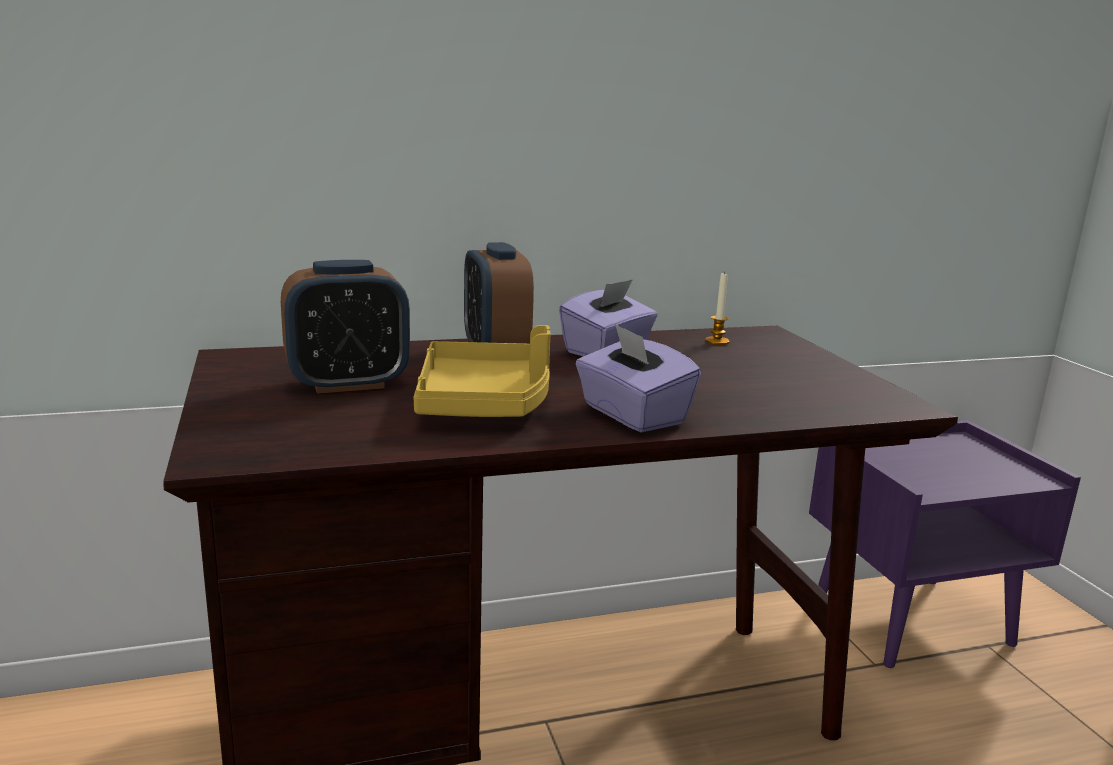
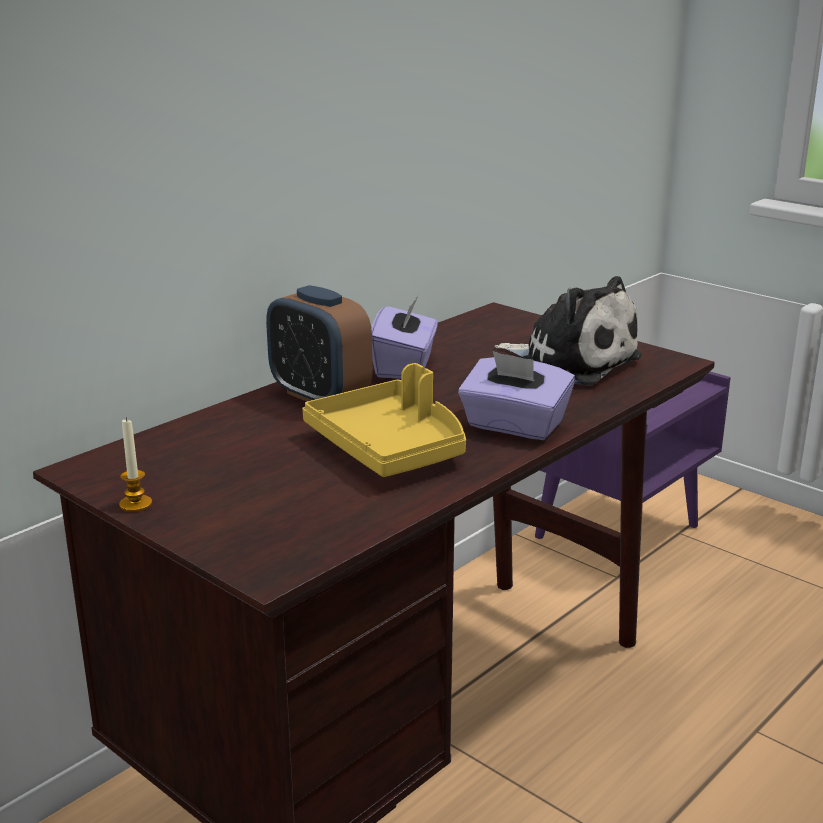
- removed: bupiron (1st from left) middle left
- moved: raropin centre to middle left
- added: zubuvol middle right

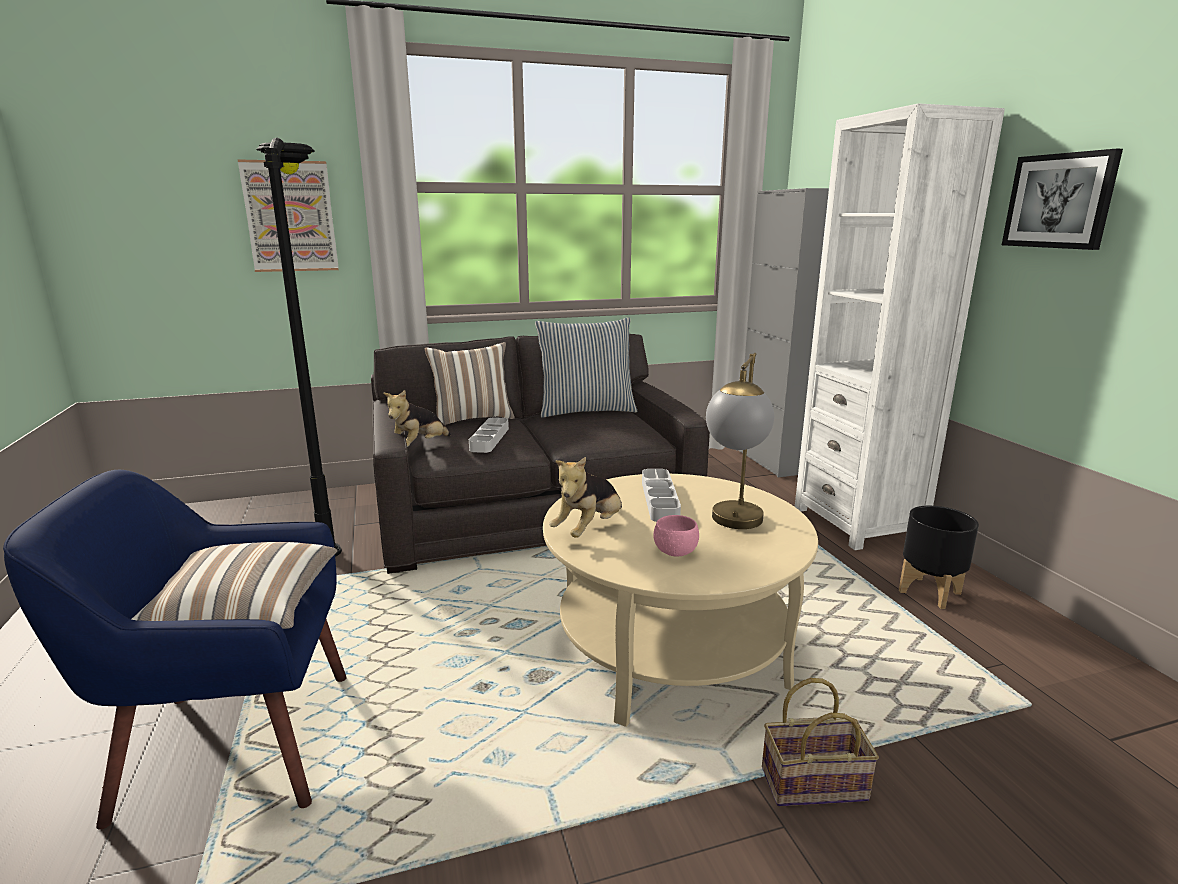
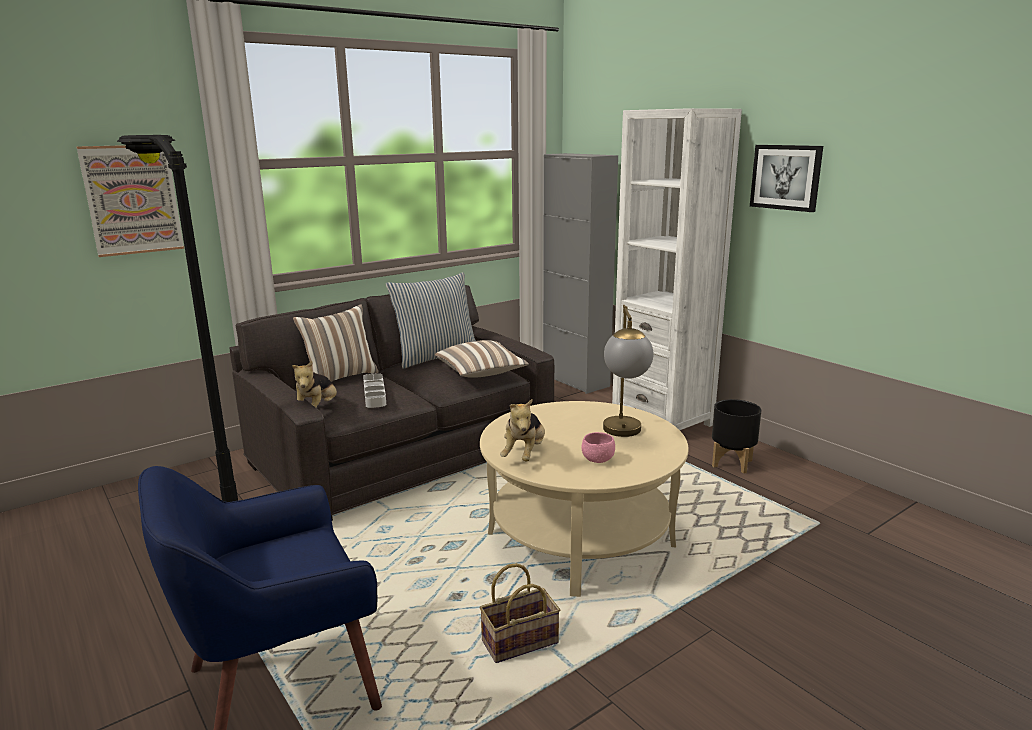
- moved: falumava (1st from left in the first image) middle left to falumava (3rd from left) centre
- removed: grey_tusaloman (2nd from left) centre
- moved: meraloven bottom right to bottom centre

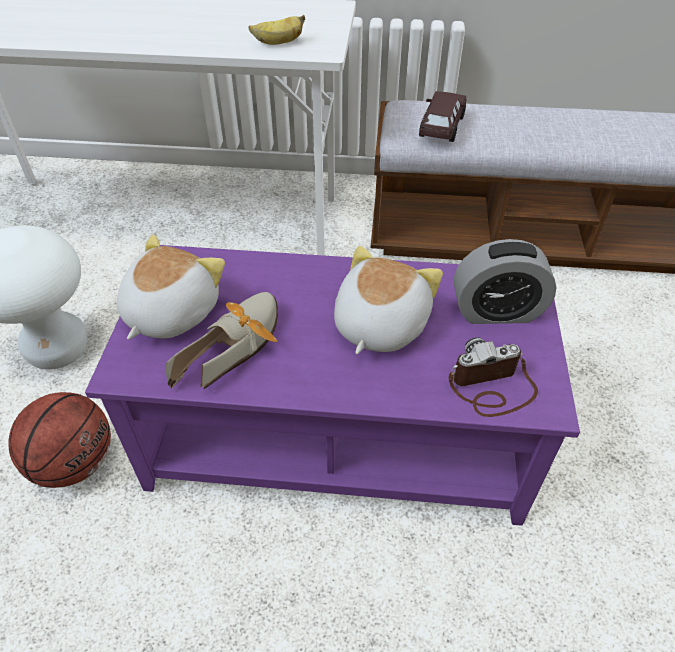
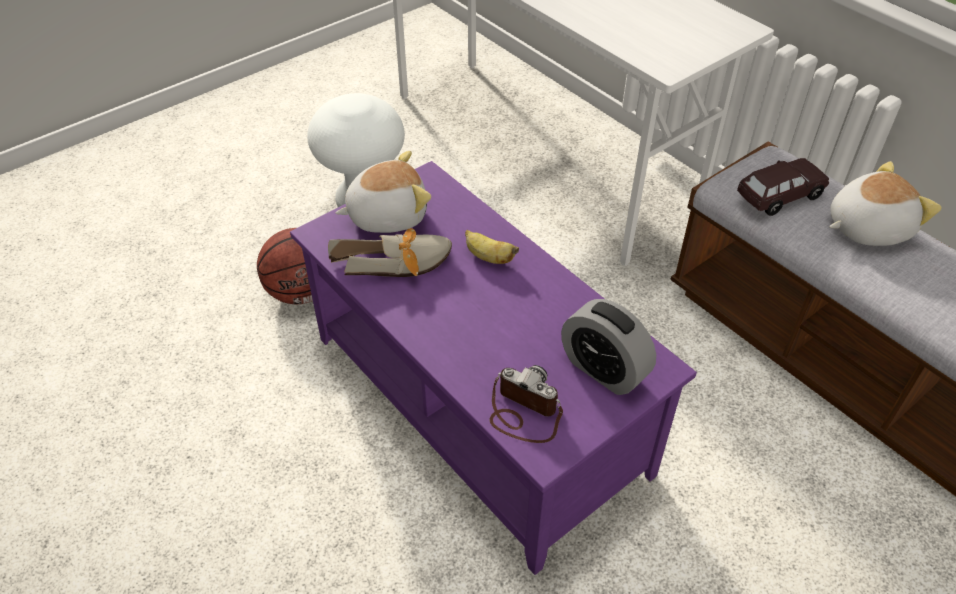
- moved: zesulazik top centre to centre
- moved: zubuvol (2nd from left) centre to middle right

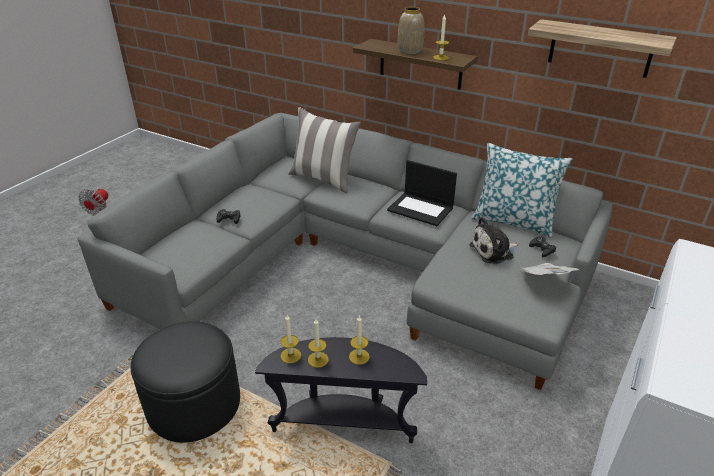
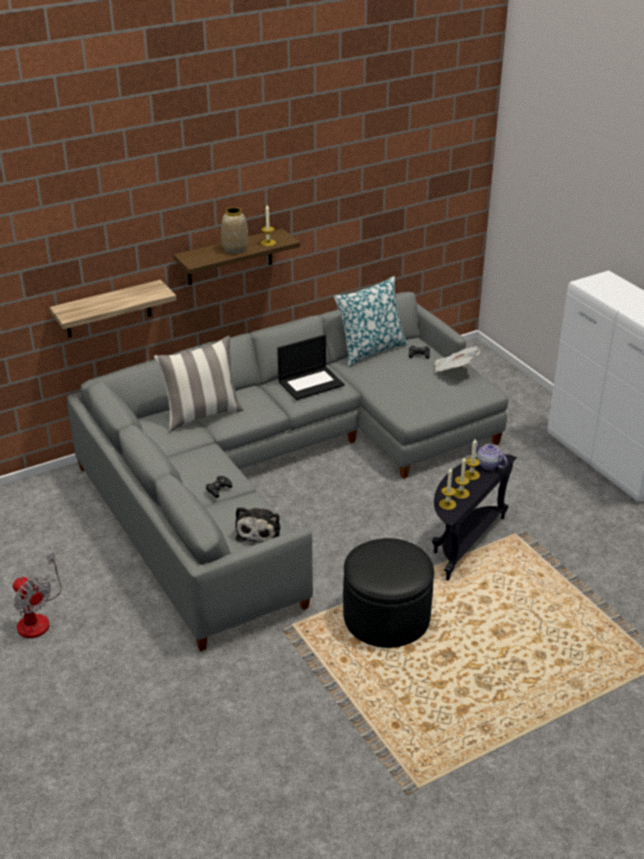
- moved: zubuvol middle right to centre
- moved: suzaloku (2nd from left in the first image) top right to suzaloku (1st from left) middle left
- added: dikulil middle right

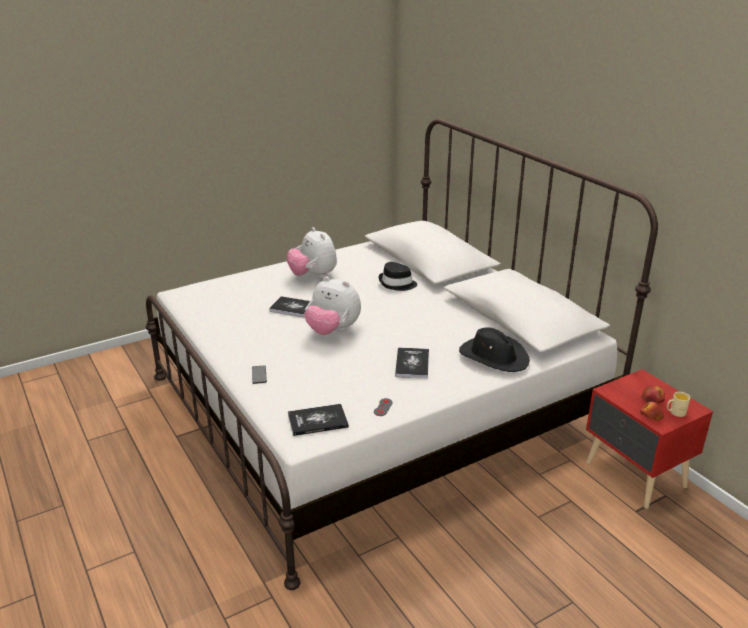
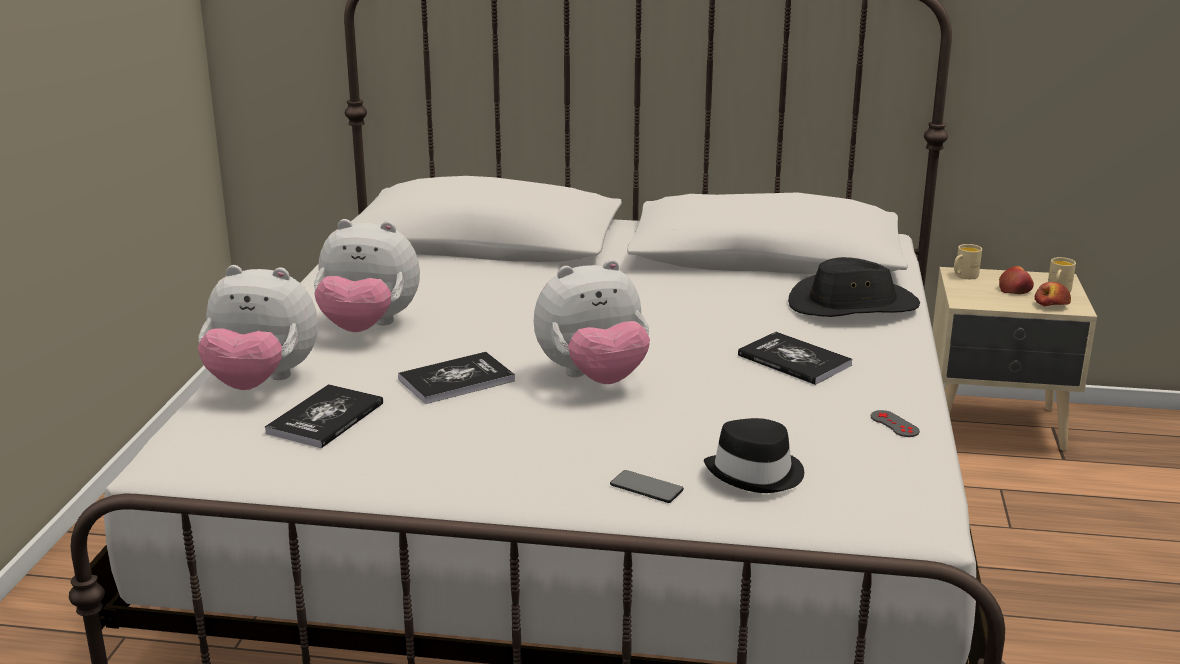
- moved: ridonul (2nd from left in the first image) bottom centre to ridonul (1st from left) middle left
- moved: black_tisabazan (1st from left) centre to bottom centre
- recoloured: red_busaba bottom right to beige_busaba middle right
- added: zubuvol (1st from left) middle left
- added: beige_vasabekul (1st from left) middle right

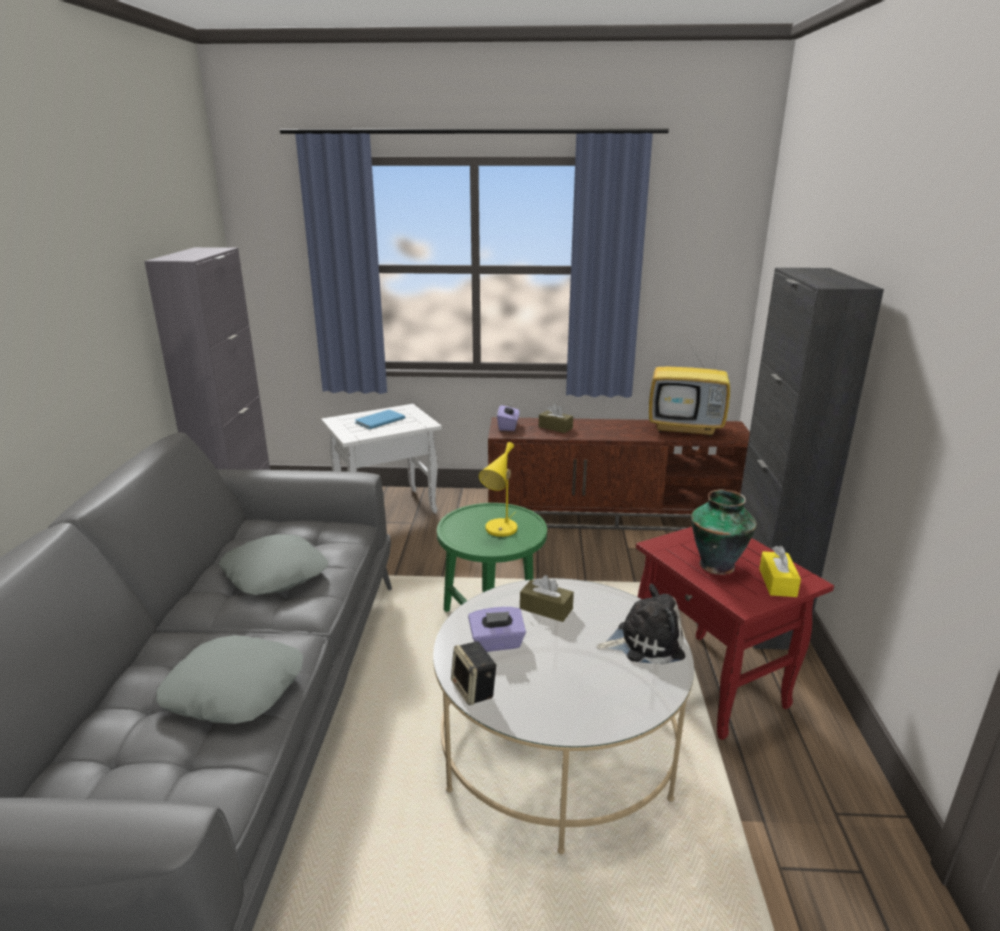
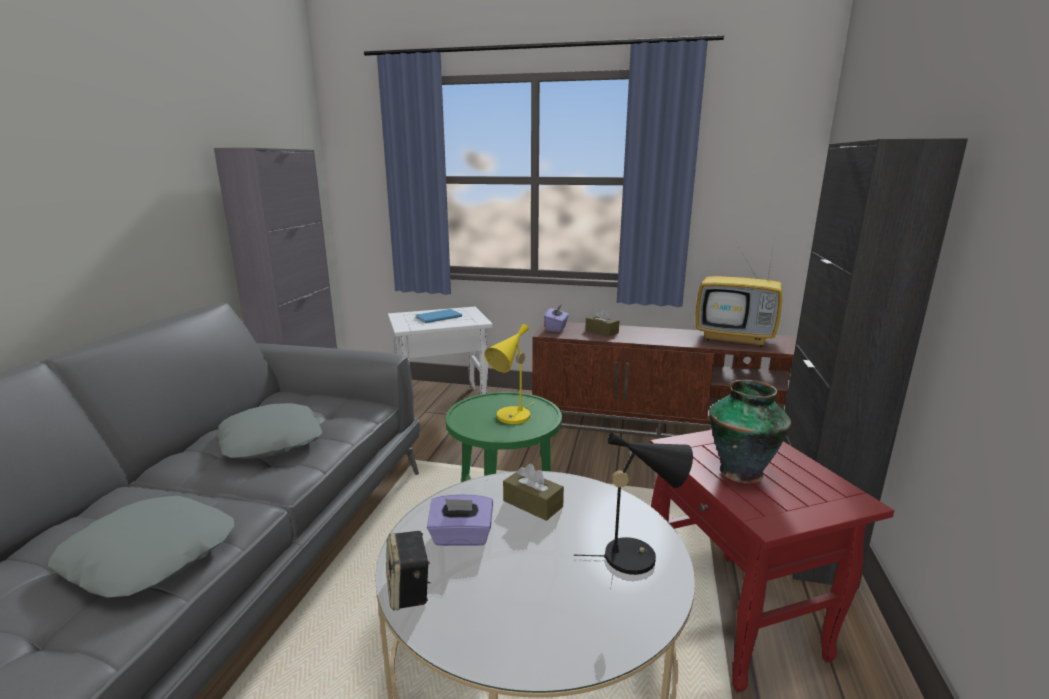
- replaced: zubuvol bottom centre to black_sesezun bottom centre
- removed: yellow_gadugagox middle right

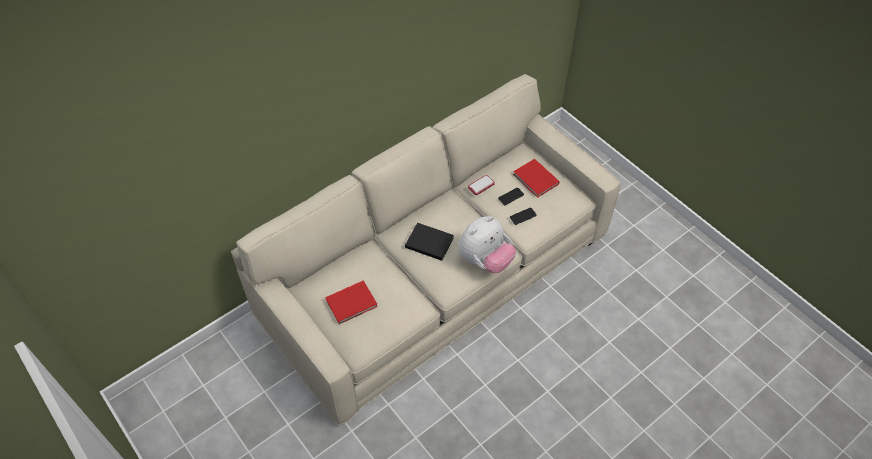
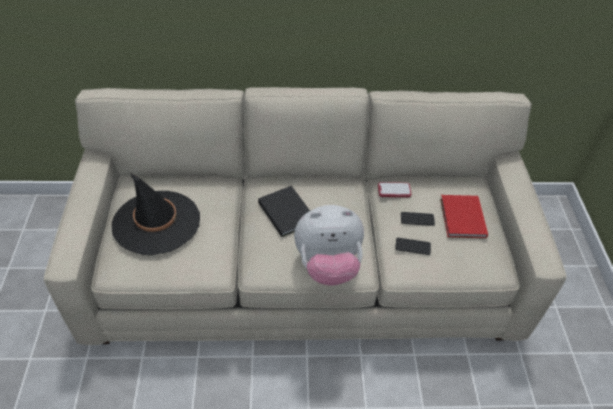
- replaced: red_ridonul (1st from left) centre to black_tisabazan middle left

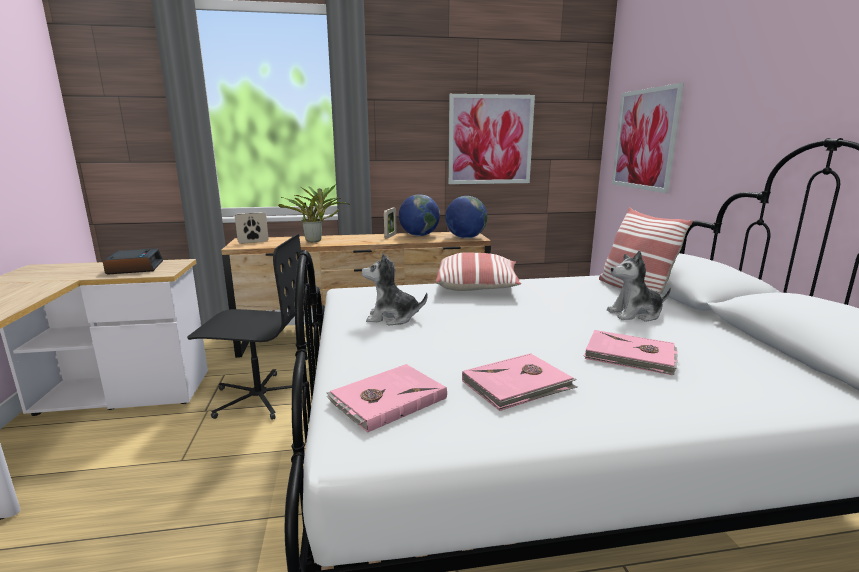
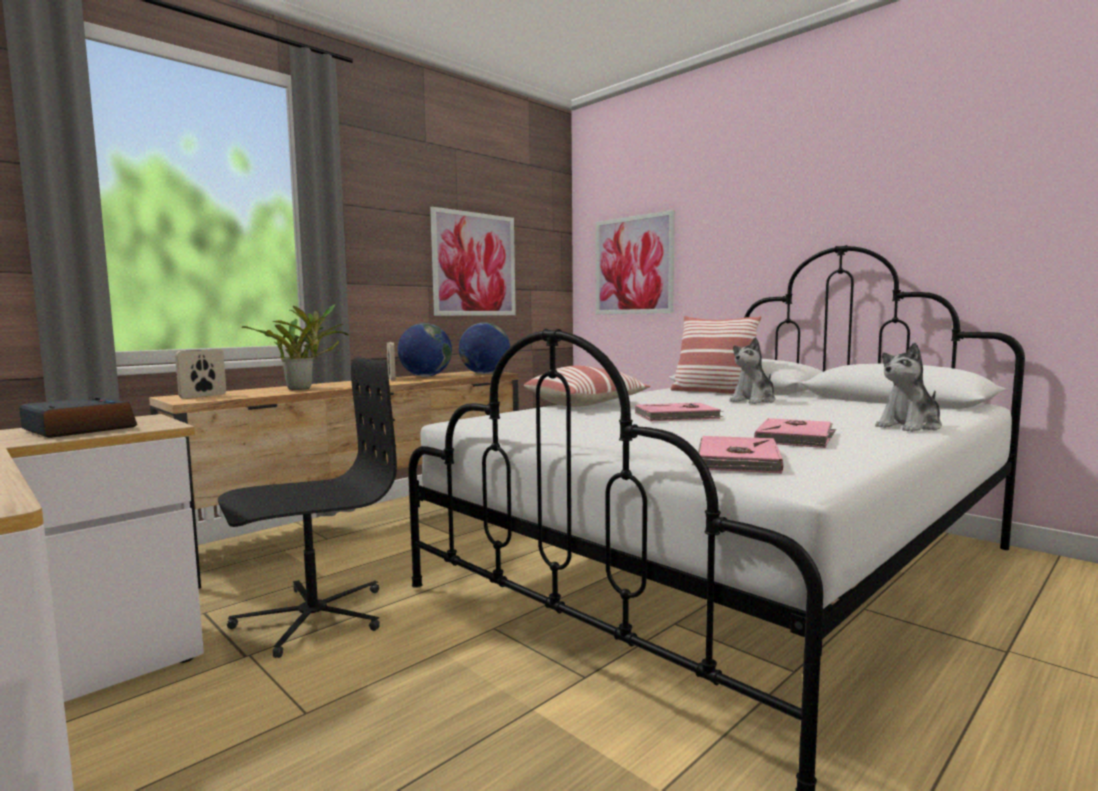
- moved: zubuvol (1st from left in the first image) centre to zubuvol (2nd from left) middle right
- moved: pink_ridonul (3rd from left in the first image) middle right to pink_ridonul (1st from left) centre

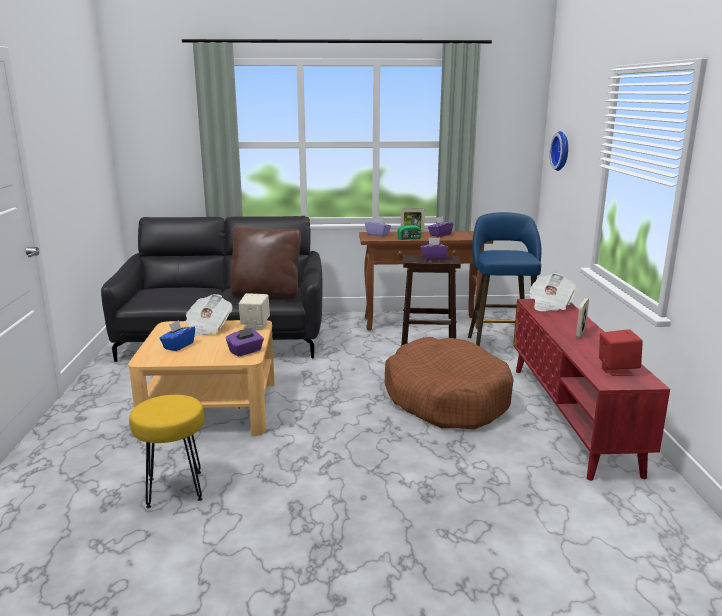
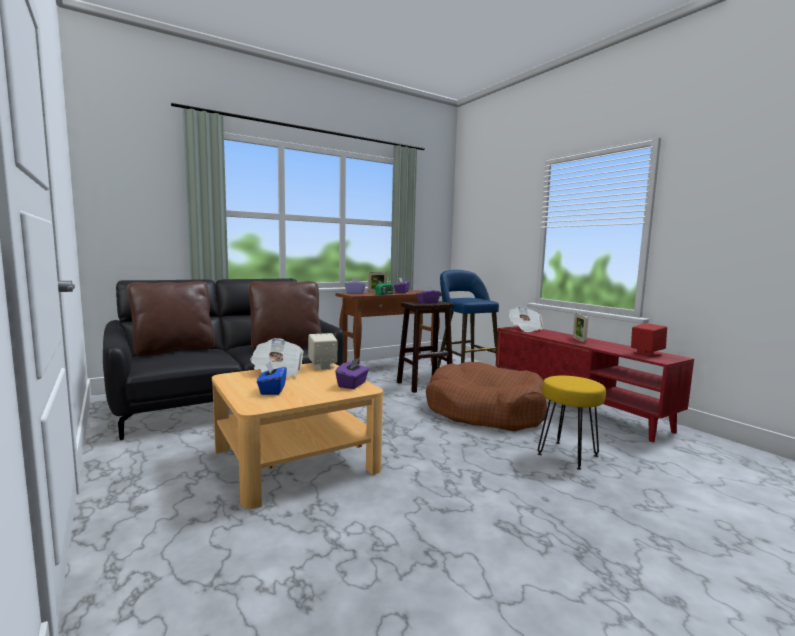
- moved: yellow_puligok bottom left to middle right
- removed: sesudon top right
- added: brown_falumava (1st from left) middle left

